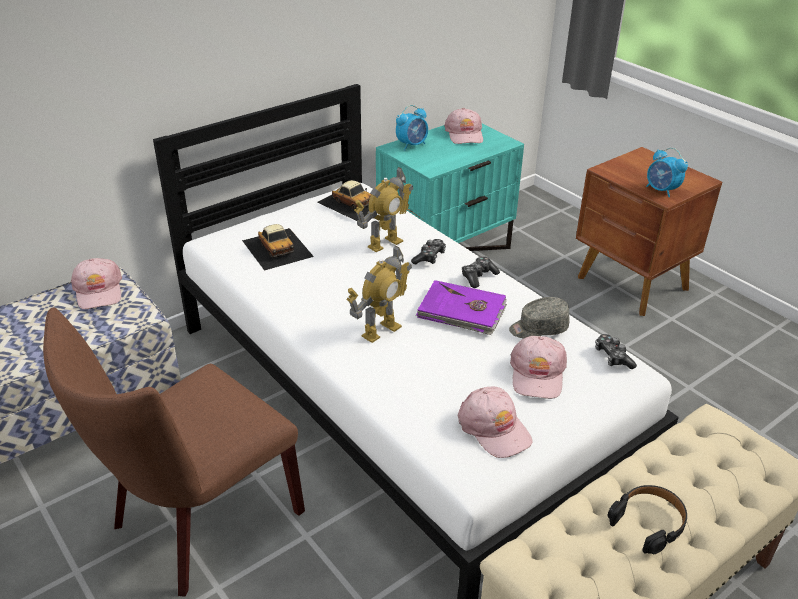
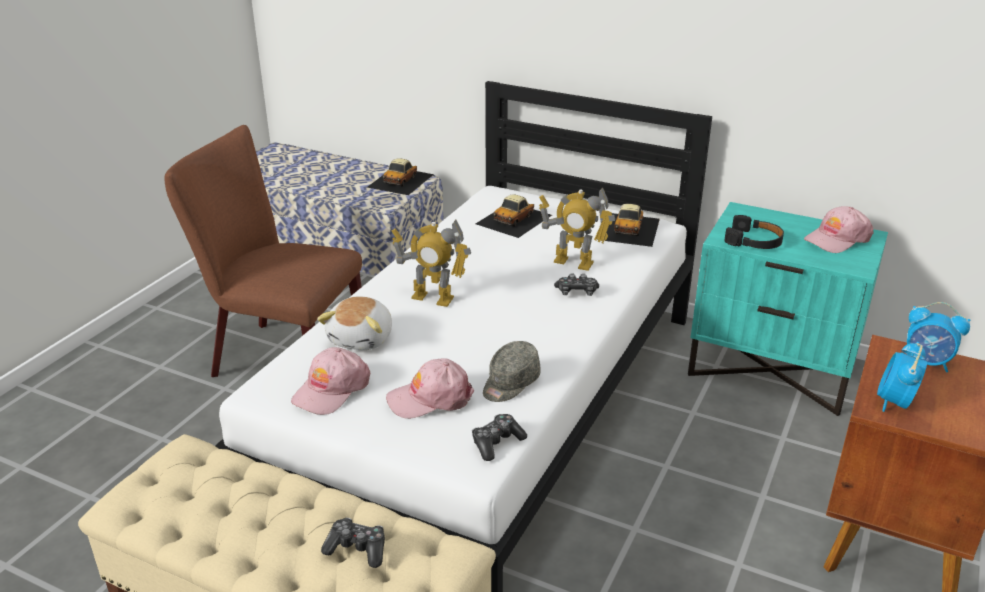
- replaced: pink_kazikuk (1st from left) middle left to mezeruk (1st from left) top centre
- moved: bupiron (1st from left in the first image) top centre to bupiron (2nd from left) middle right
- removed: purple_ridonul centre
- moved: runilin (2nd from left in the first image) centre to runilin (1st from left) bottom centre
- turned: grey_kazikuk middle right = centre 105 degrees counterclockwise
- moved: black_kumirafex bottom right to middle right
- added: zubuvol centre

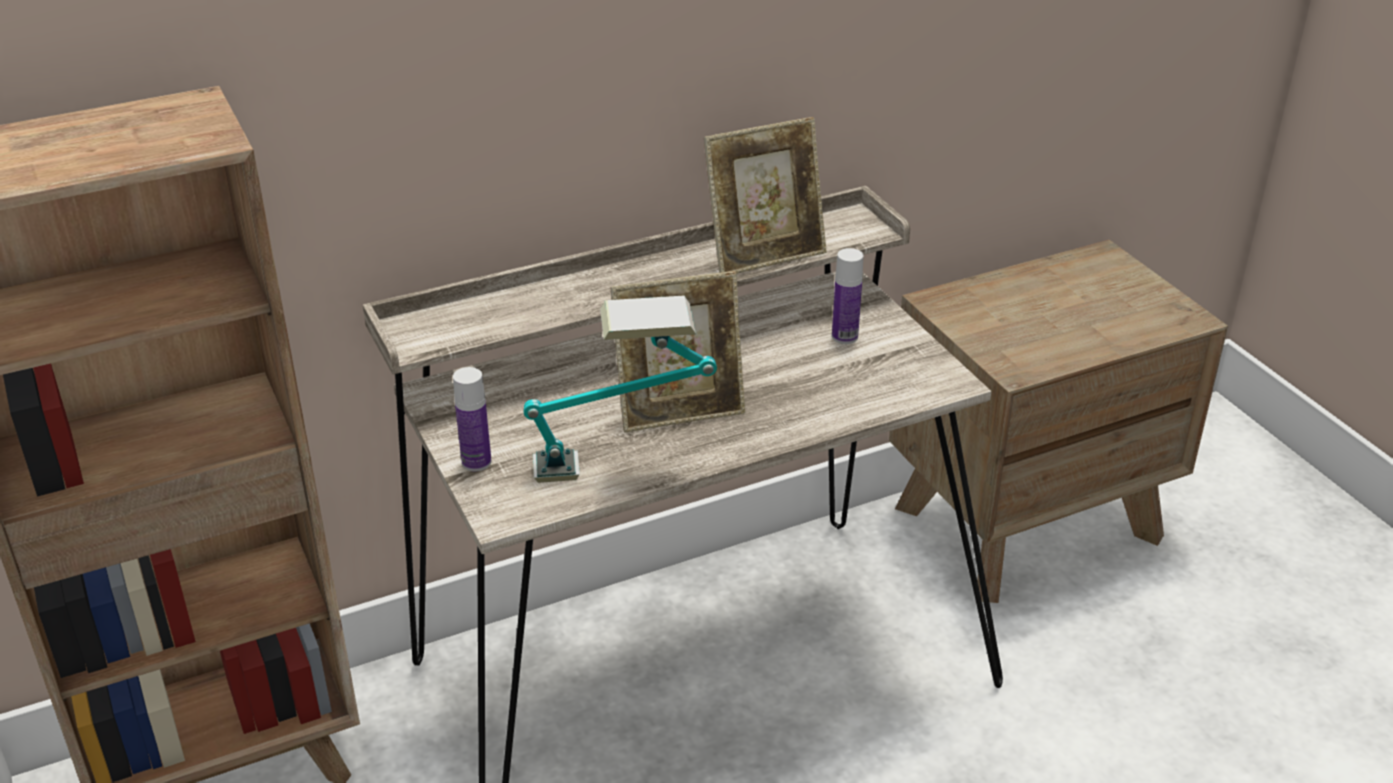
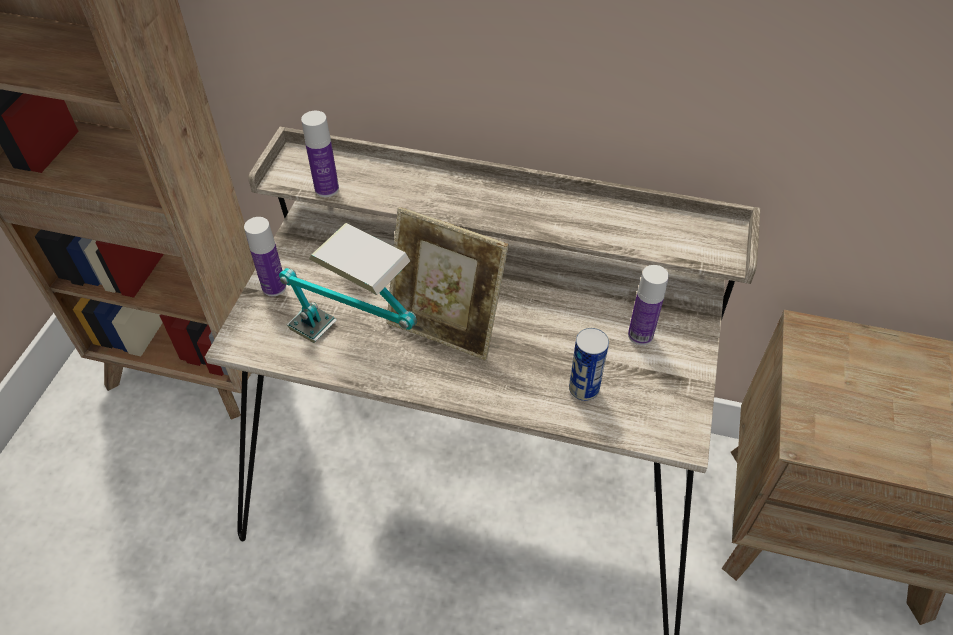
- removed: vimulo (2nd from left) top centre
- added: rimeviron (2nd from left) top centre
- added: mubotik centre

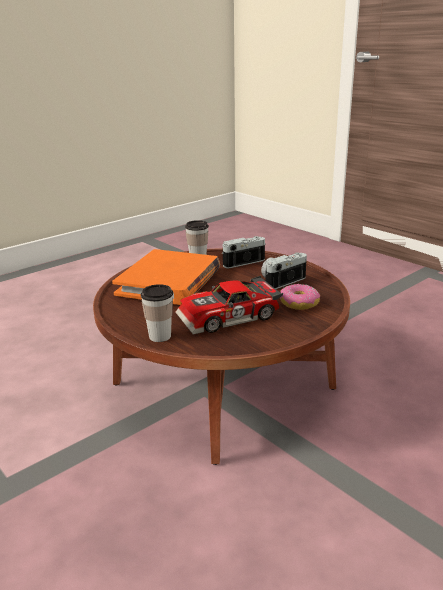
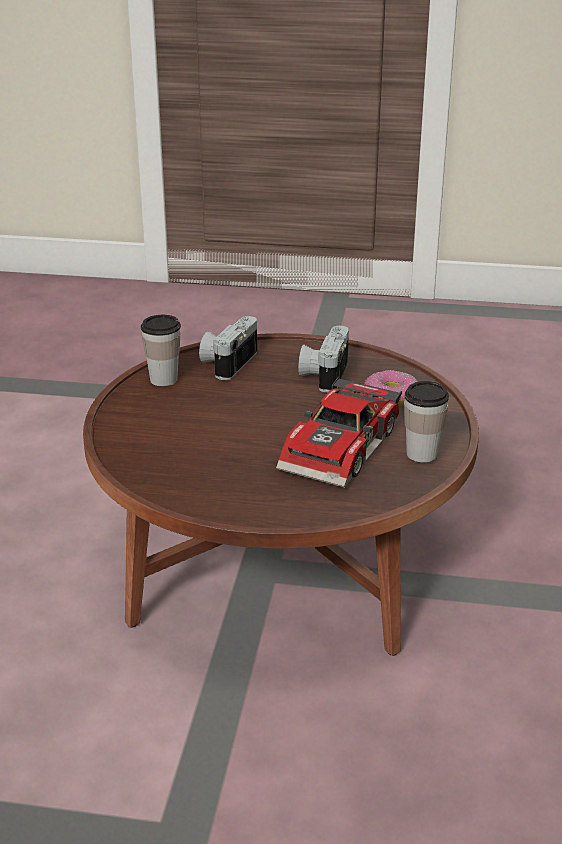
- removed: orange_ridonul centre
- moved: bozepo (1st from left in the first image) centre to bozepo (2nd from left) middle right

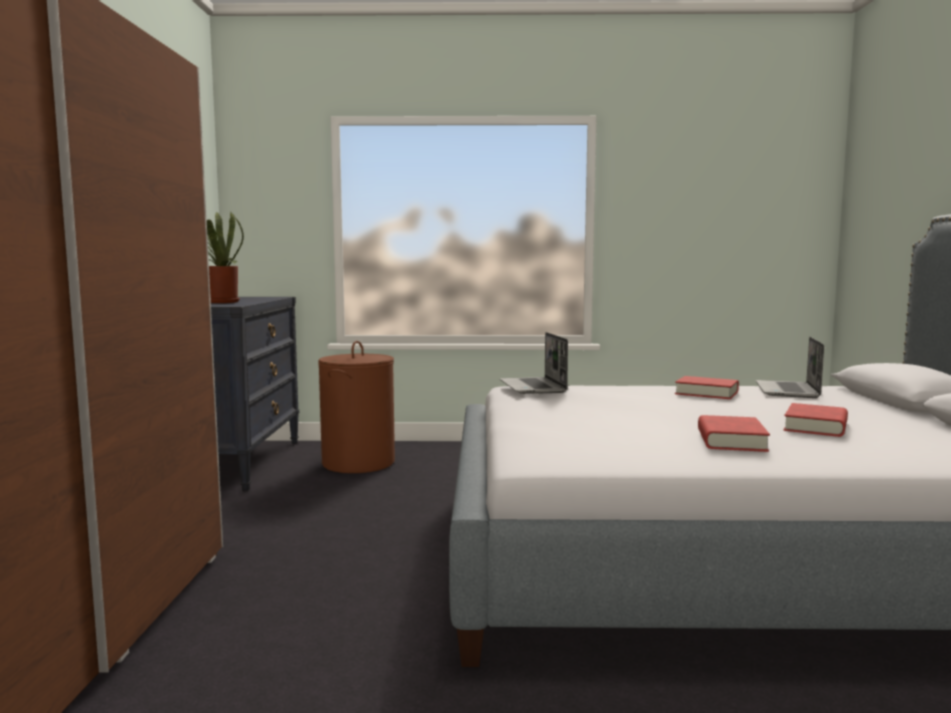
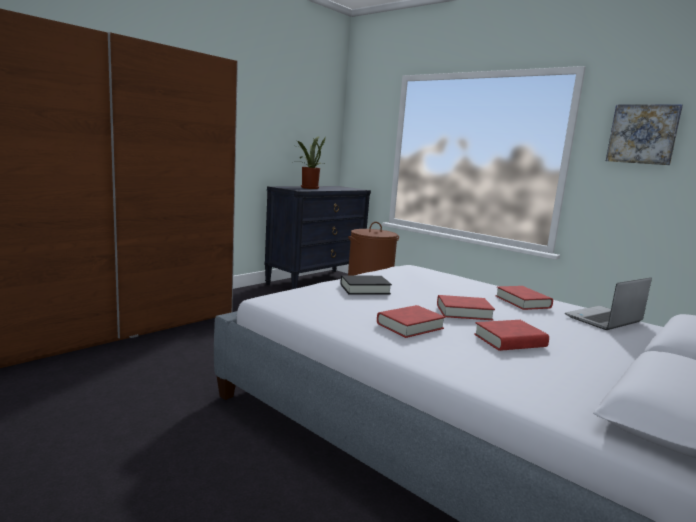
- removed: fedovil (1st from left) centre
- added: black_ridonul centre
- added: red_ridonul (2nd from left) middle right
- added: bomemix top right

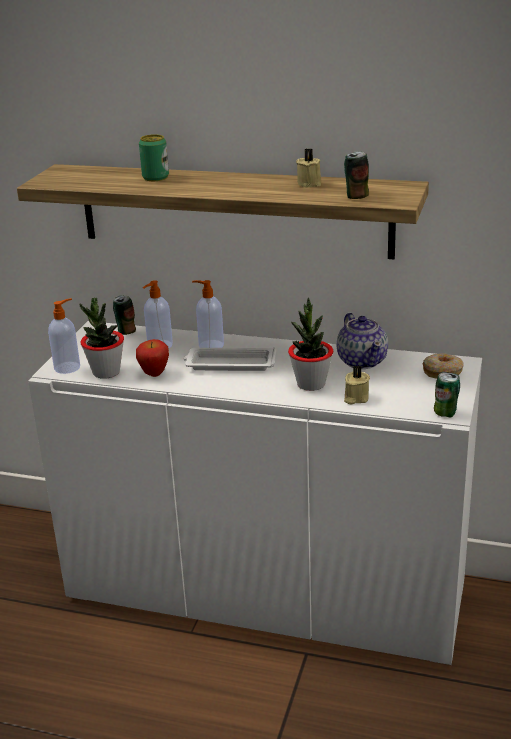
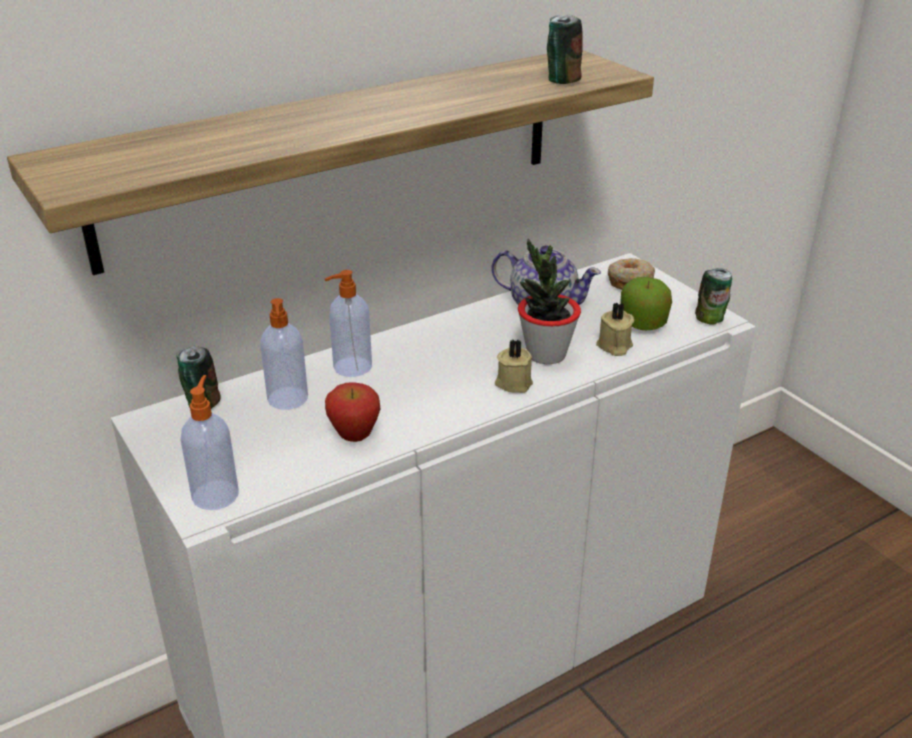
- removed: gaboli (1st from left) middle left
- removed: mubotik (2nd from left) top left
- removed: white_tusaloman centre
- moved: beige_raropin (1st from left) top centre to centre
- added: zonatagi (2nd from left) middle right

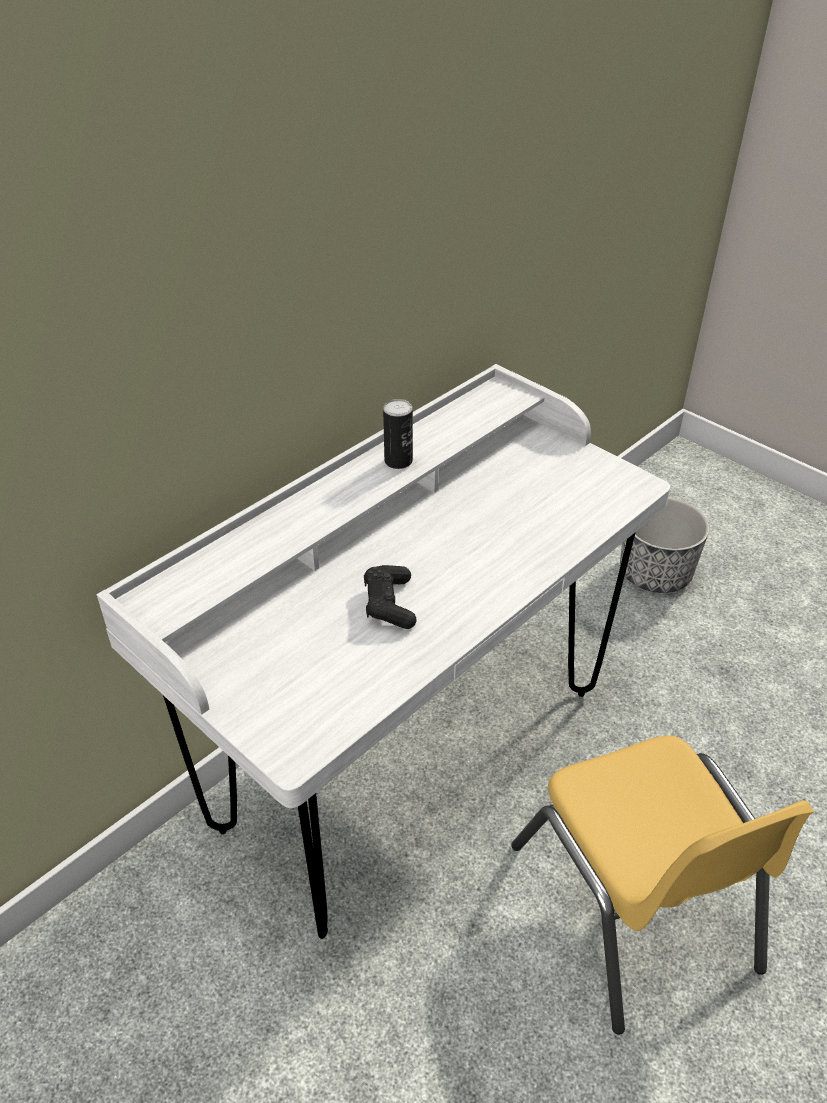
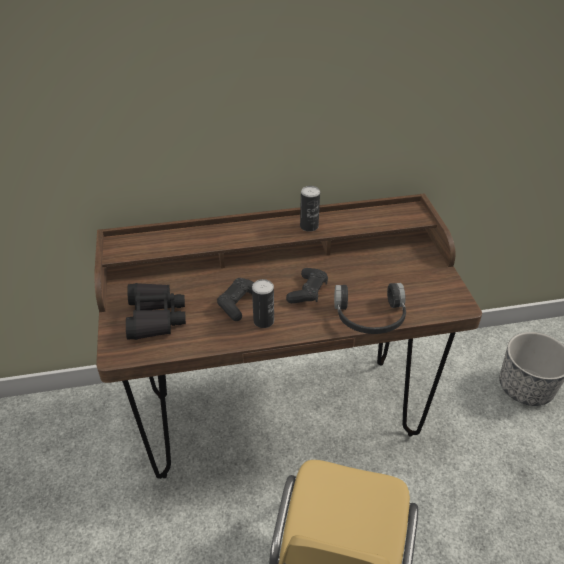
- recoloured: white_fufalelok centre to brown_fufalelok centre
- added: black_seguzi middle left
- added: mubotik (1st from left) centre
- added: black_runilin (2nd from left) centre
- added: black_kumirafex centre

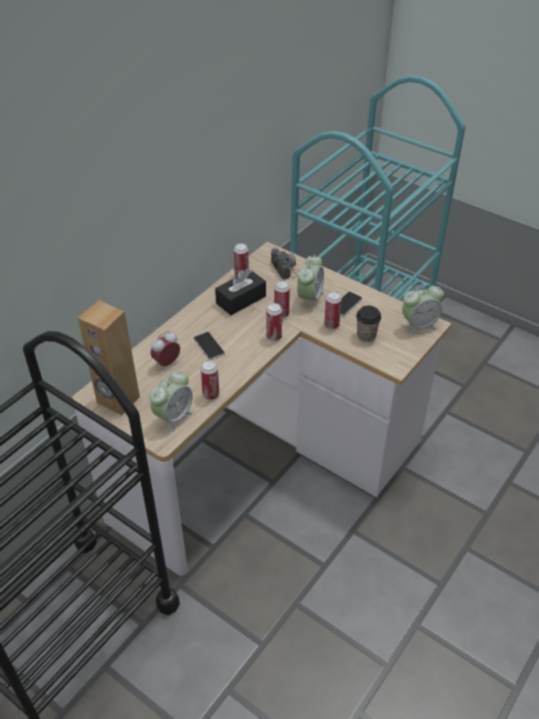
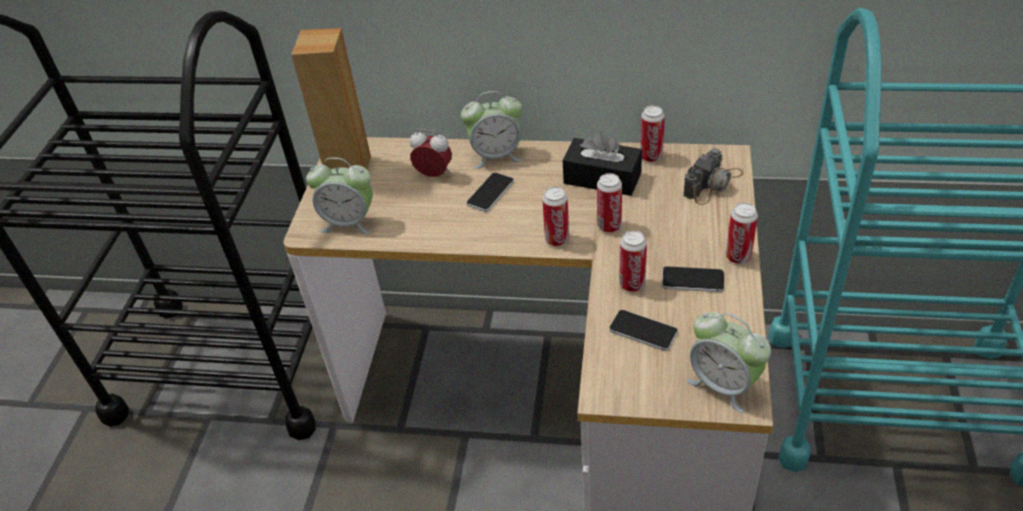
- moved: mubotik (1st from left in the first image) centre to mubotik (5th from left) middle right
- moved: bupiron (3rd from left) centre to top centre
- replaced: bozepo middle right to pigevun (2nd from left) centre

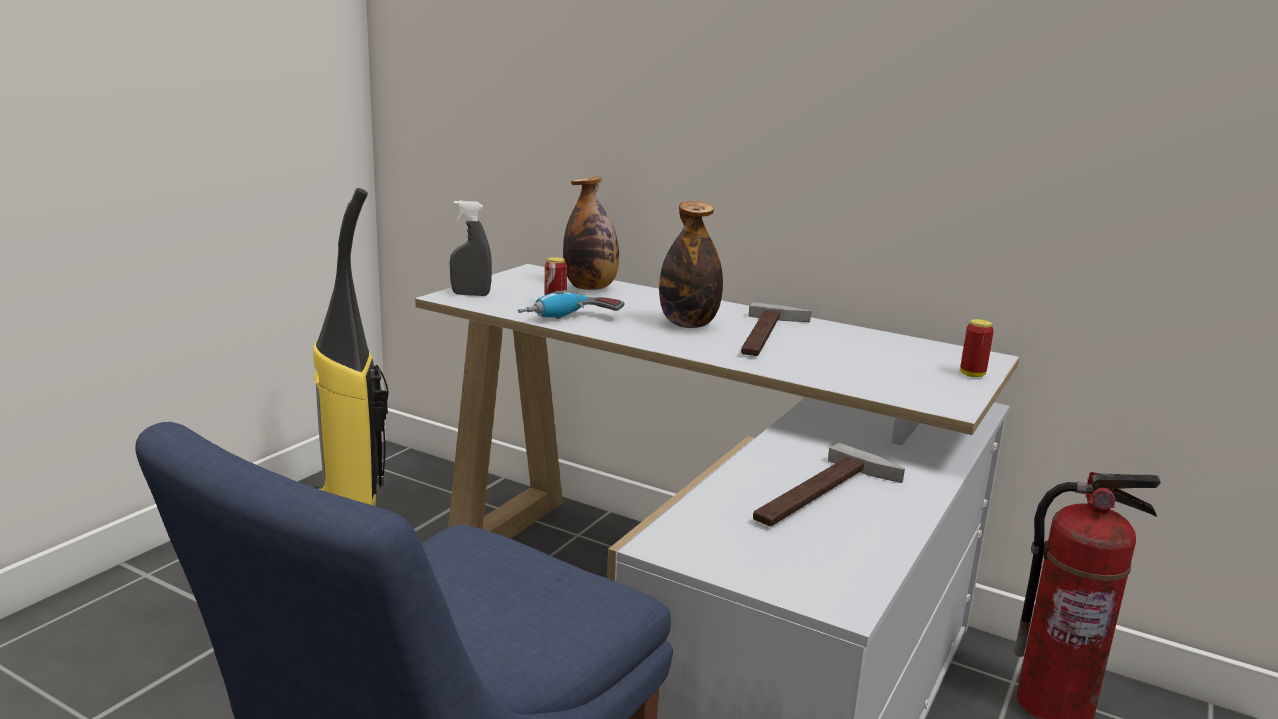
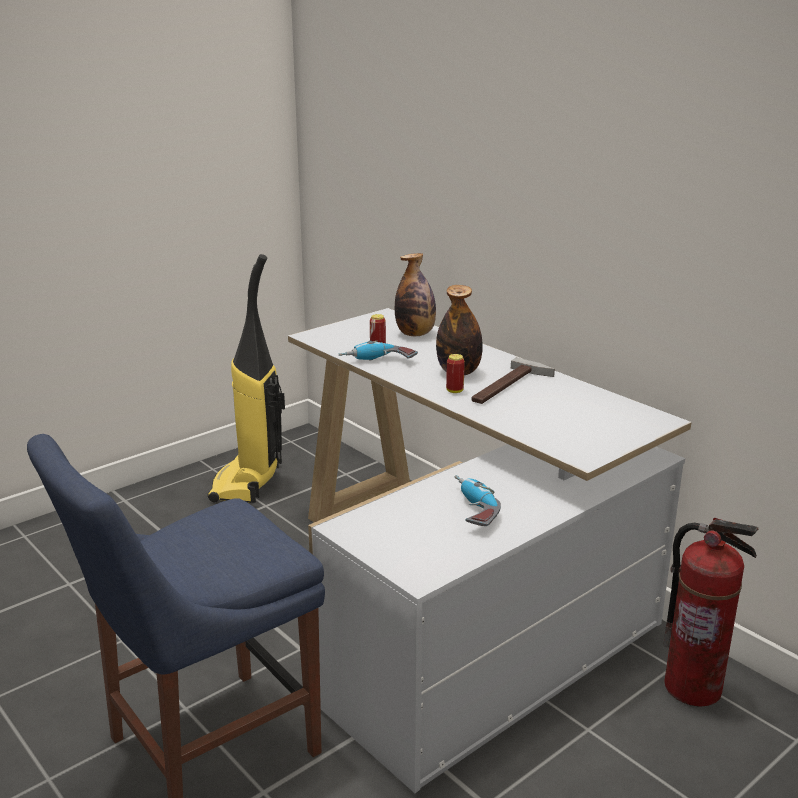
- removed: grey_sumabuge centre
- replaced: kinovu (2nd from left) bottom centre to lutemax (2nd from left) centre
- moved: mubotik (2nd from left) middle right to centre

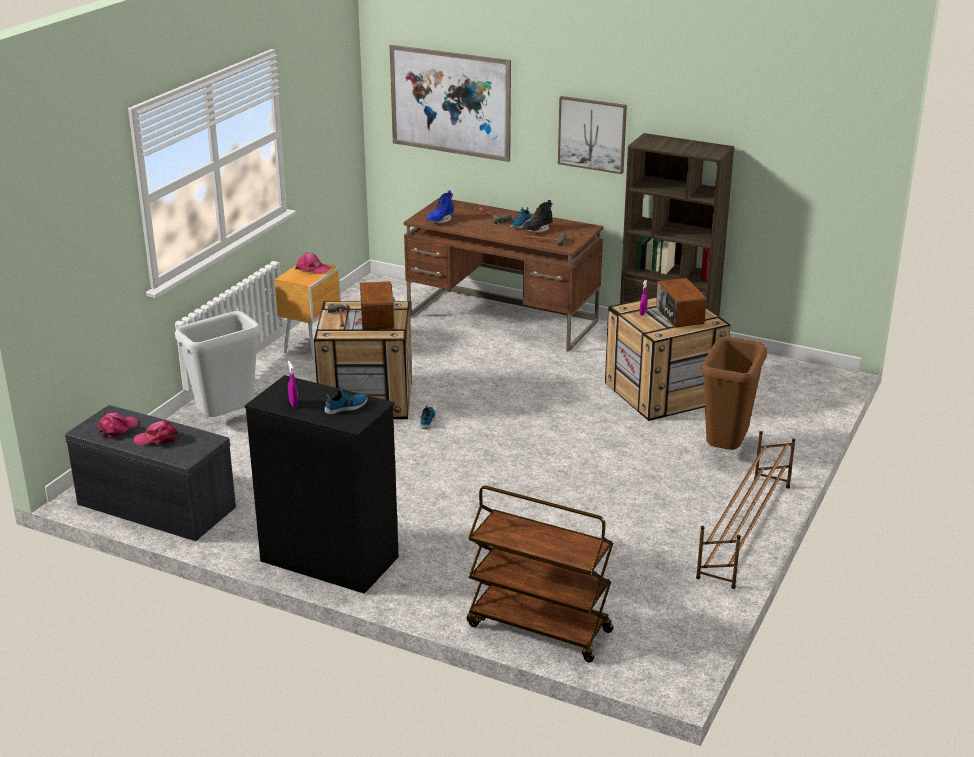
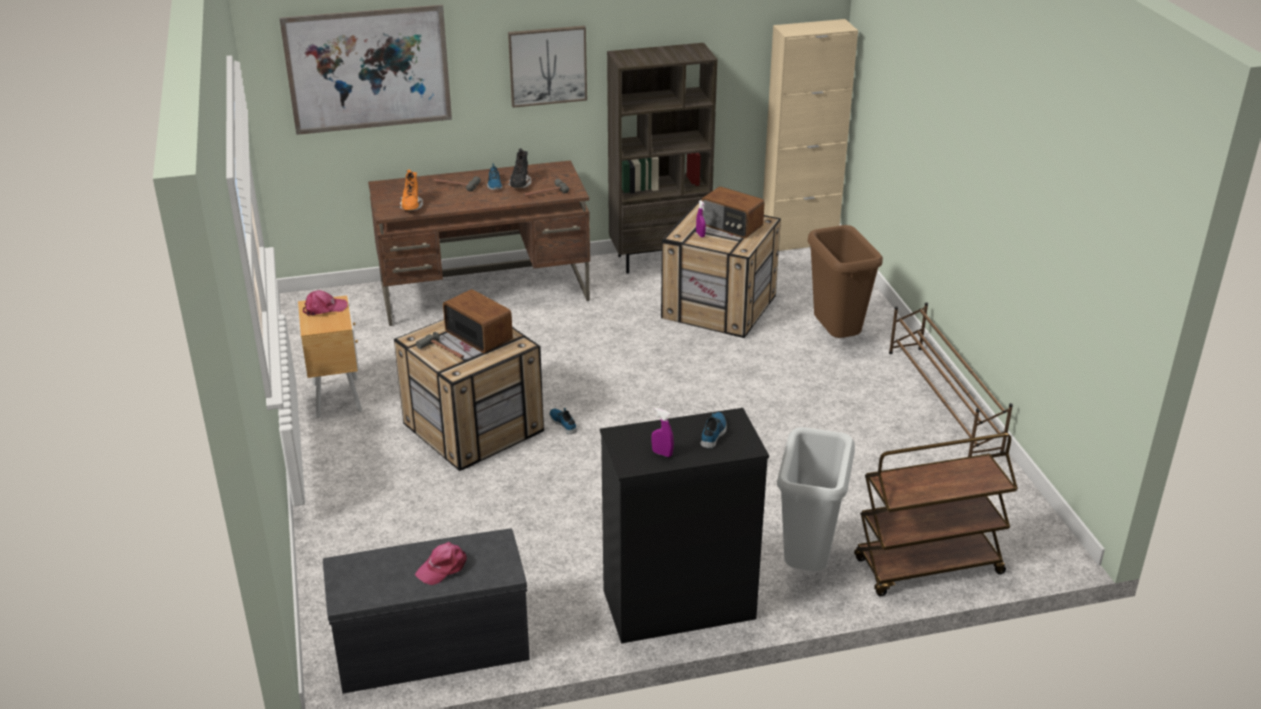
- removed: pink_kazikuk (1st from left) middle left
- moved: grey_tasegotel middle left to bottom centre
- recoloured: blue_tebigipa top centre to orange_tebigipa top left
- added: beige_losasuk top centre

